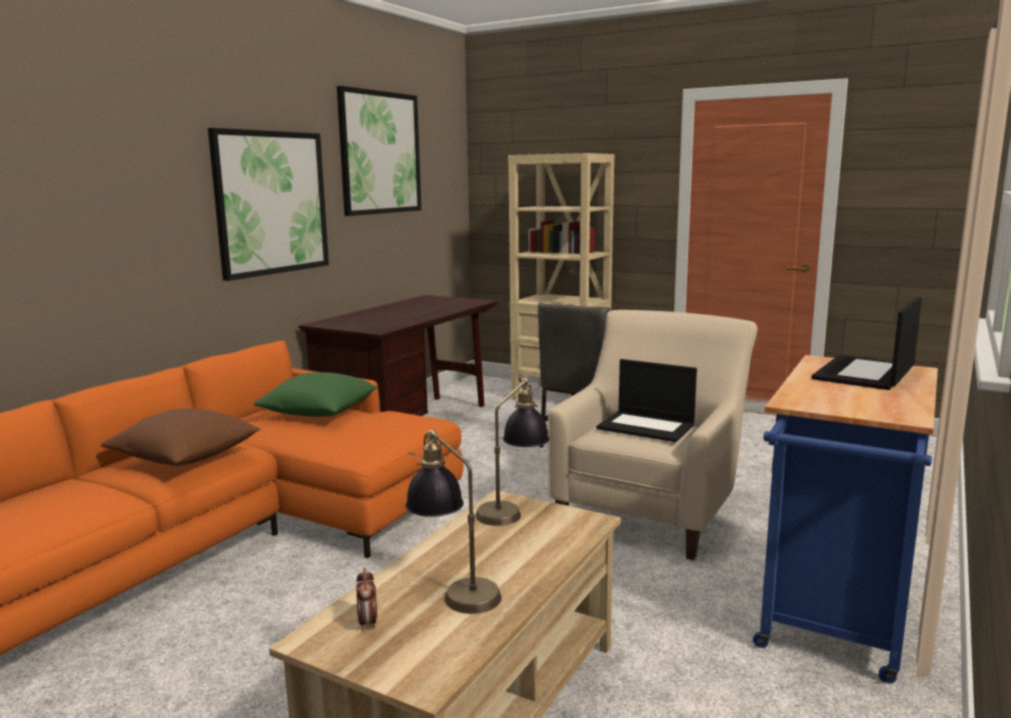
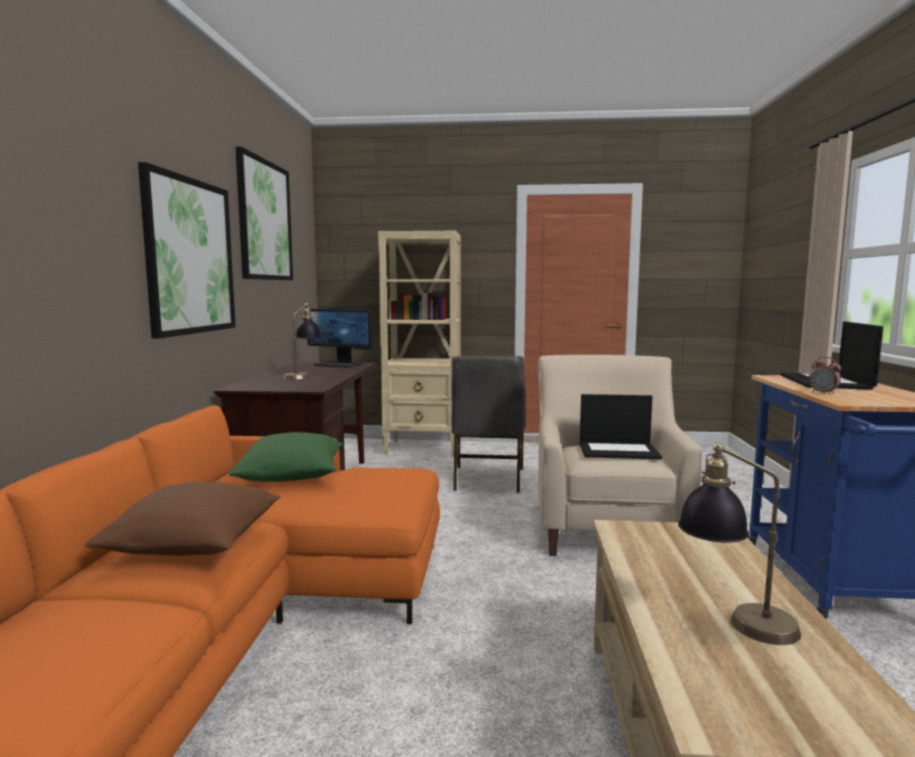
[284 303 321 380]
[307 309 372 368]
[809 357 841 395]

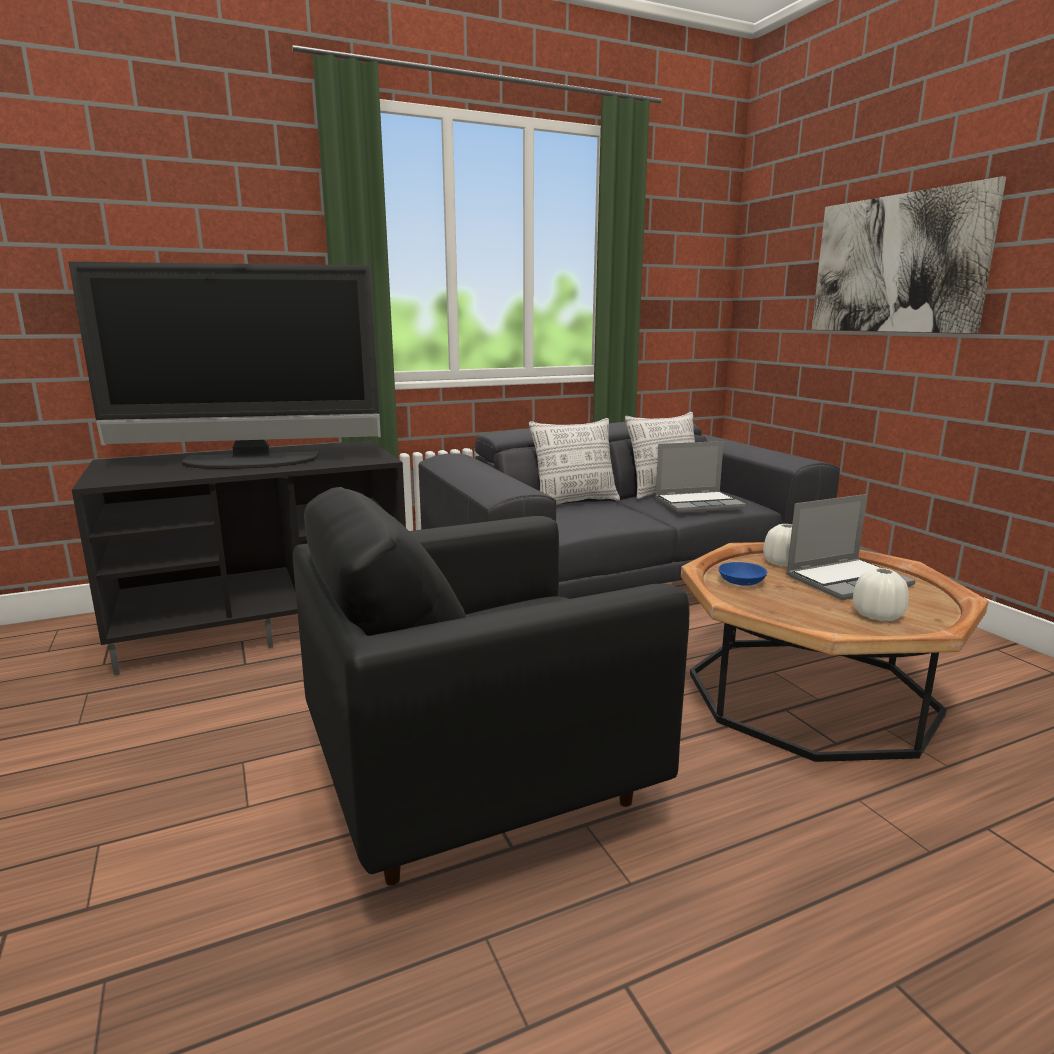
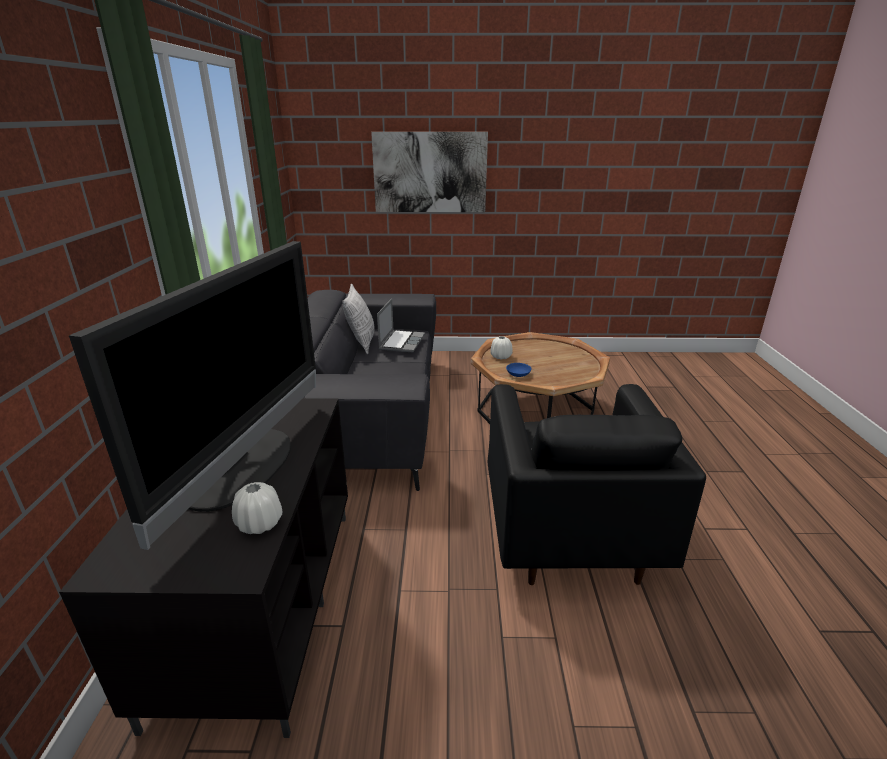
[232 482 282 534]
[529 418 620 505] (first image)
[786 494 916 600] (first image)

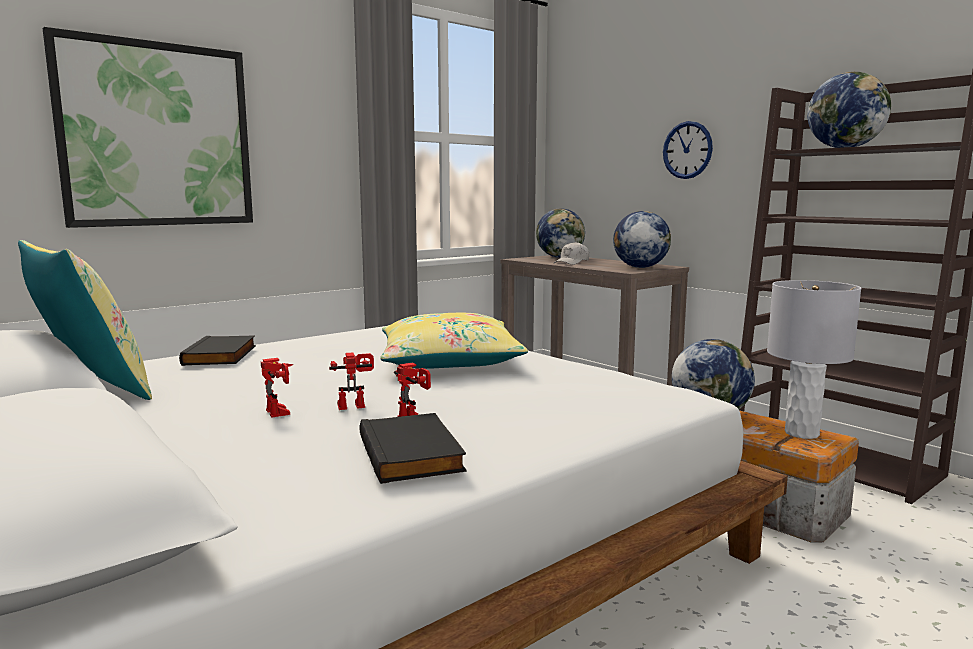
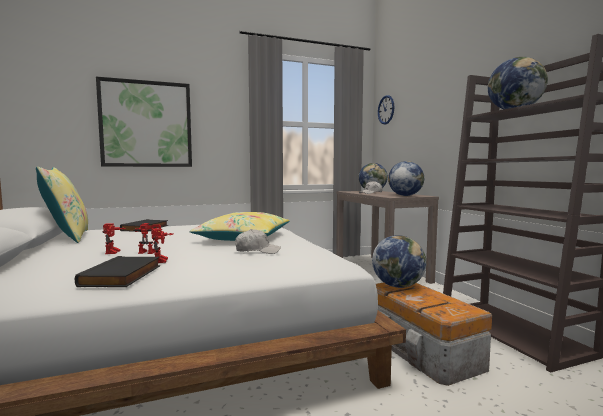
[235 229 281 254]
[378 95 395 124]
[767 280 861 439] (first image)

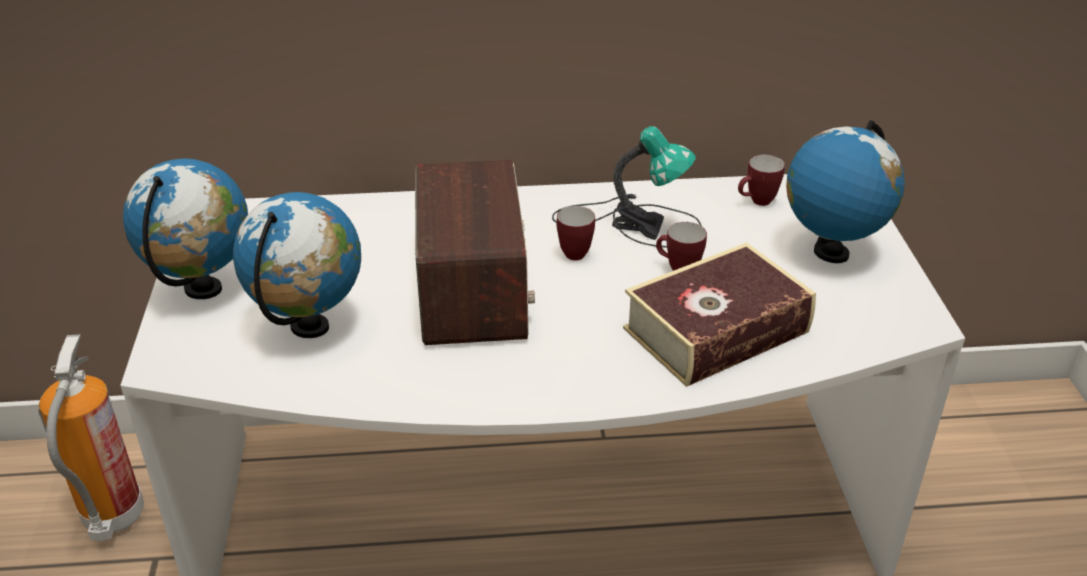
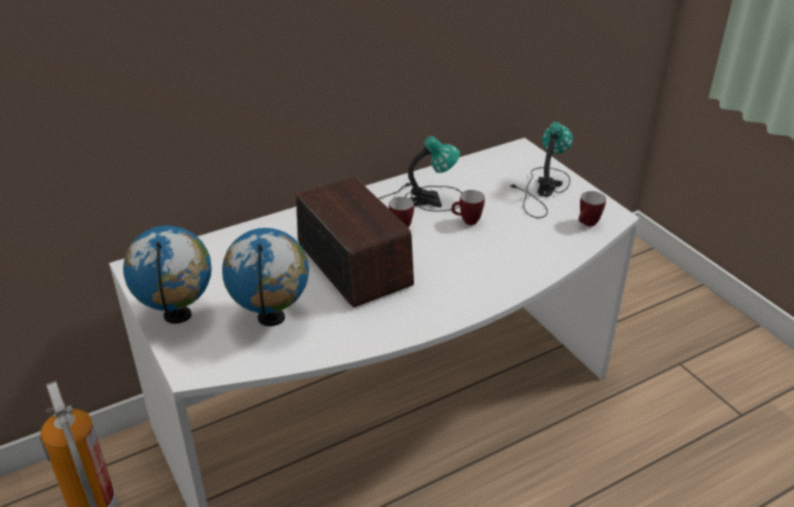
[509 122 573 218]
[579 191 606 226]
[623 242 816 387] (first image)

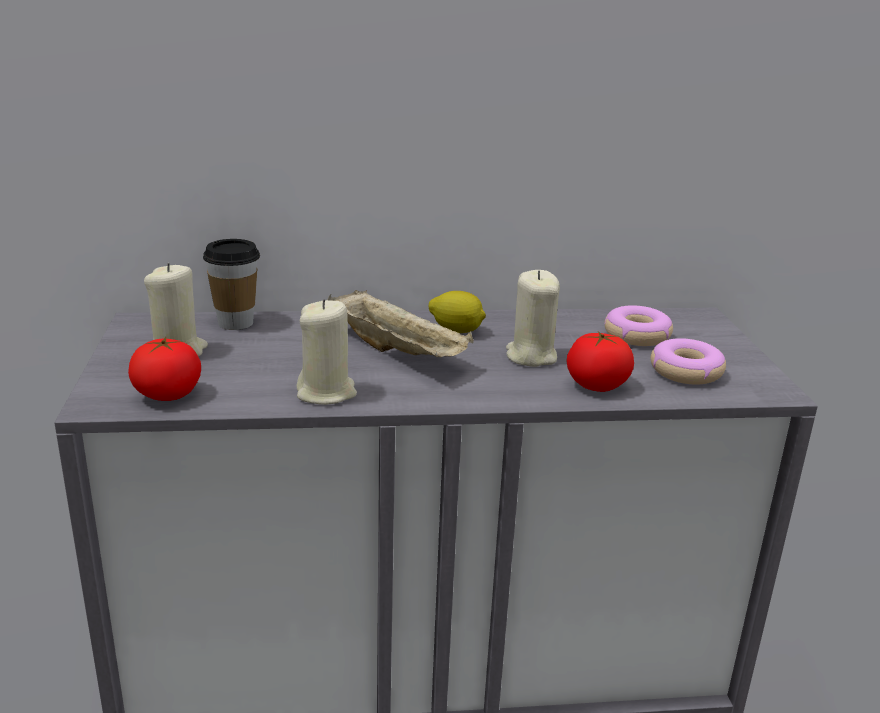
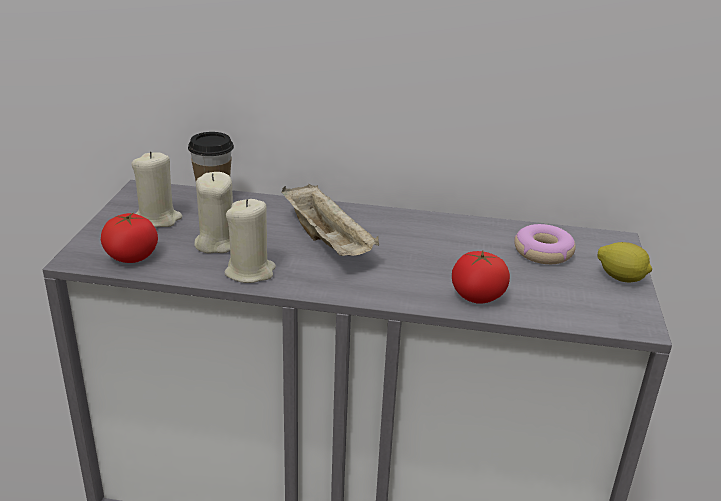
[194 172 233 253]
[598 242 652 282]
[651 338 726 384] (first image)

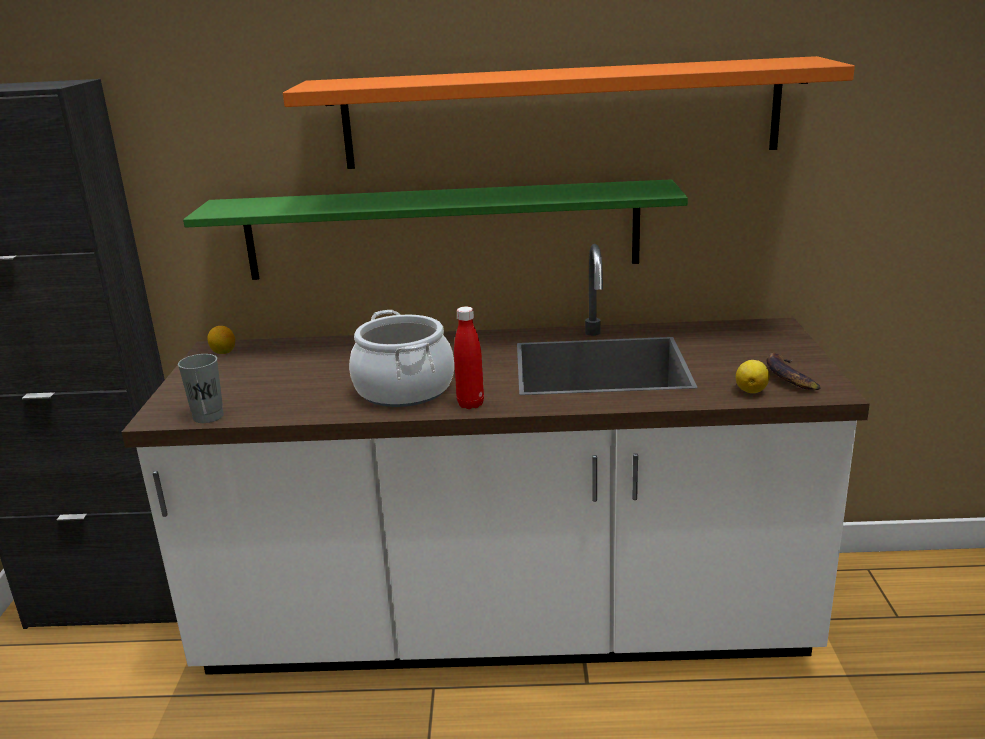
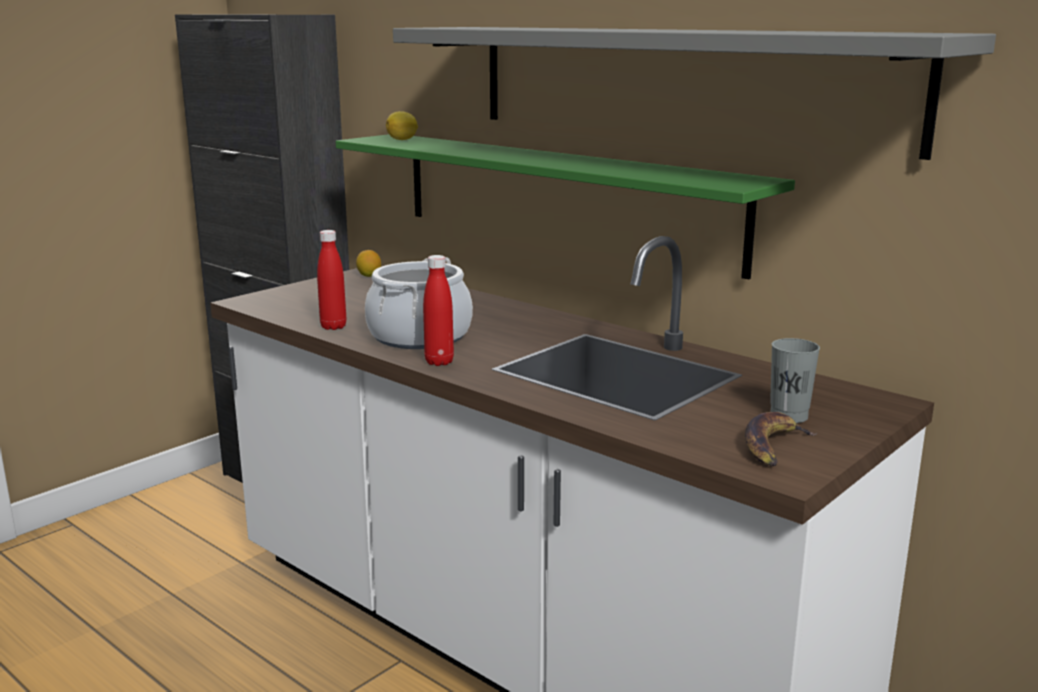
[317 230 346 330]
[386 111 418 140]
[393 27 996 160]
[770 338 820 423]

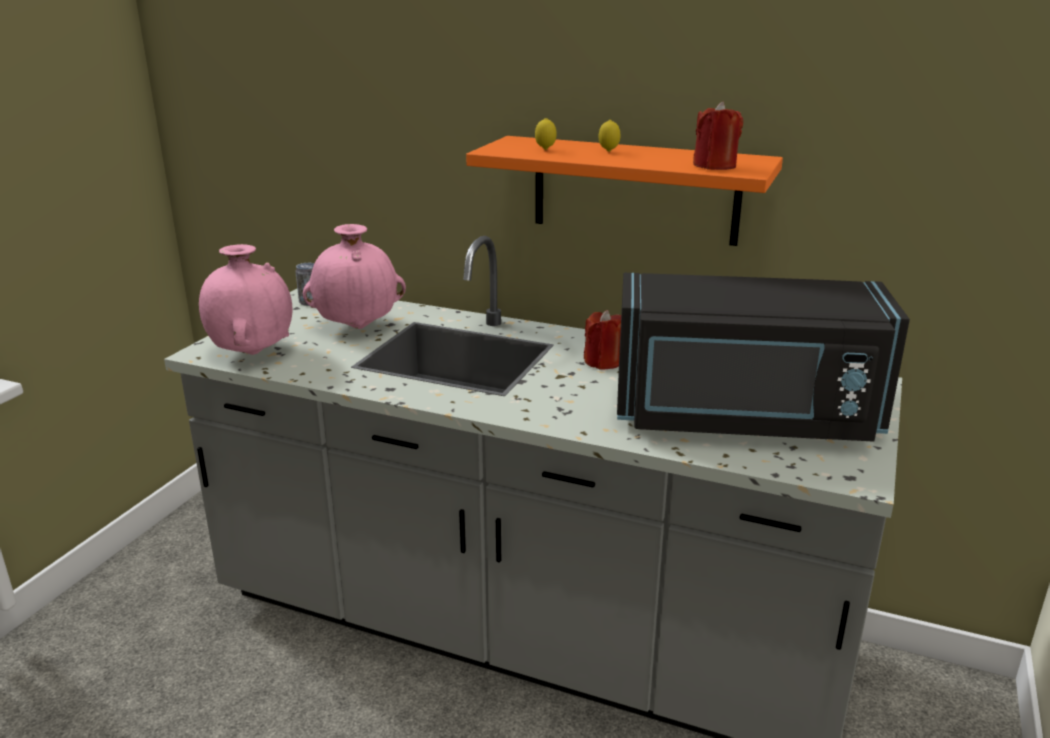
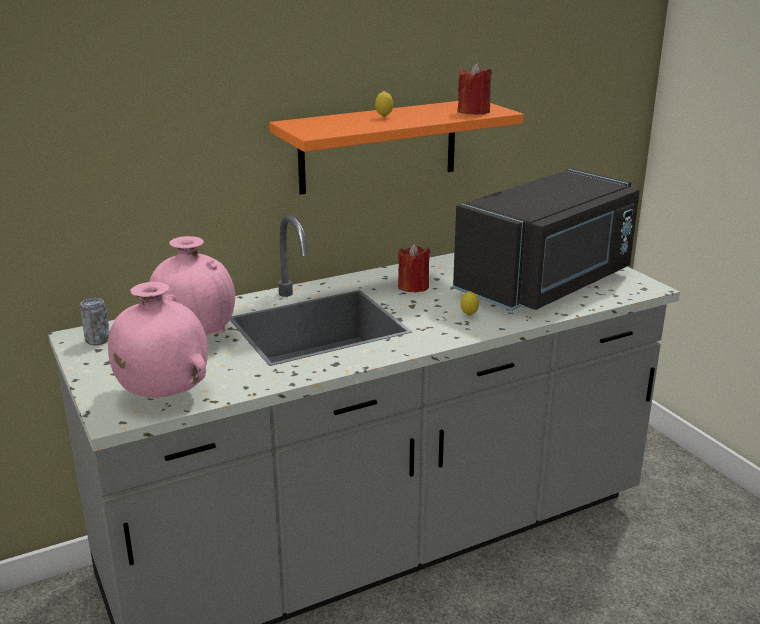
[461 291 479 316]

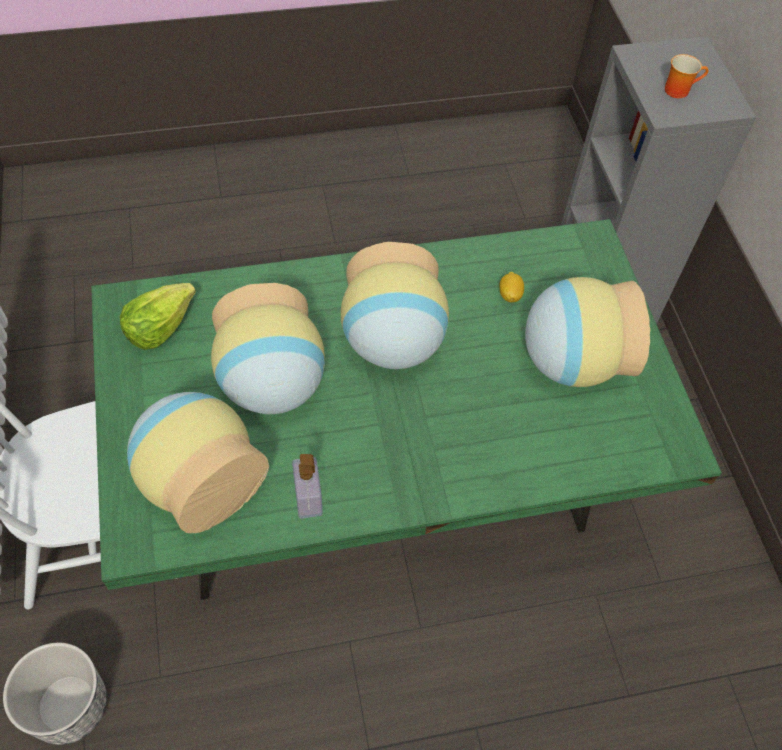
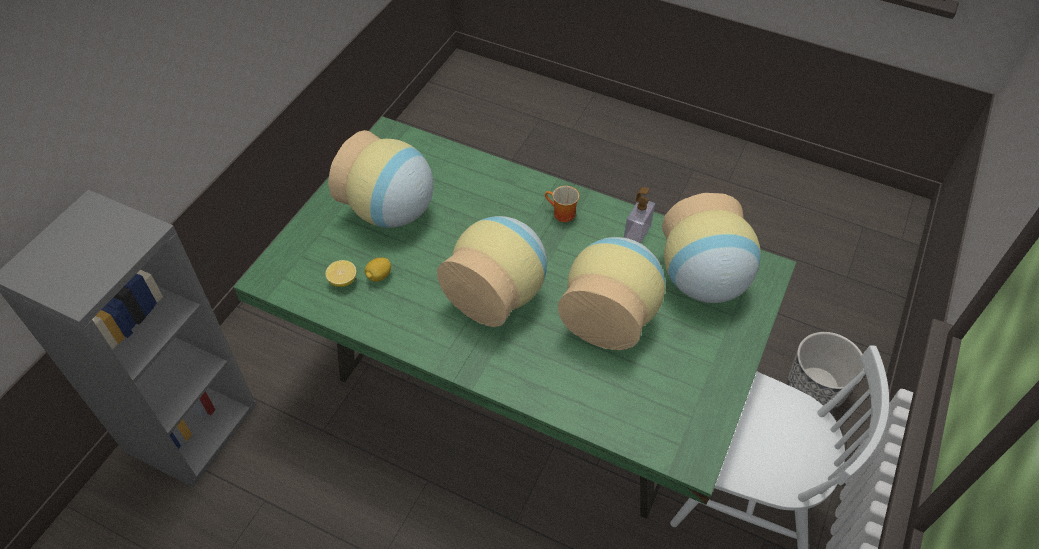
[325 260 357 287]
[545 186 579 222]
[120 283 196 350] (first image)

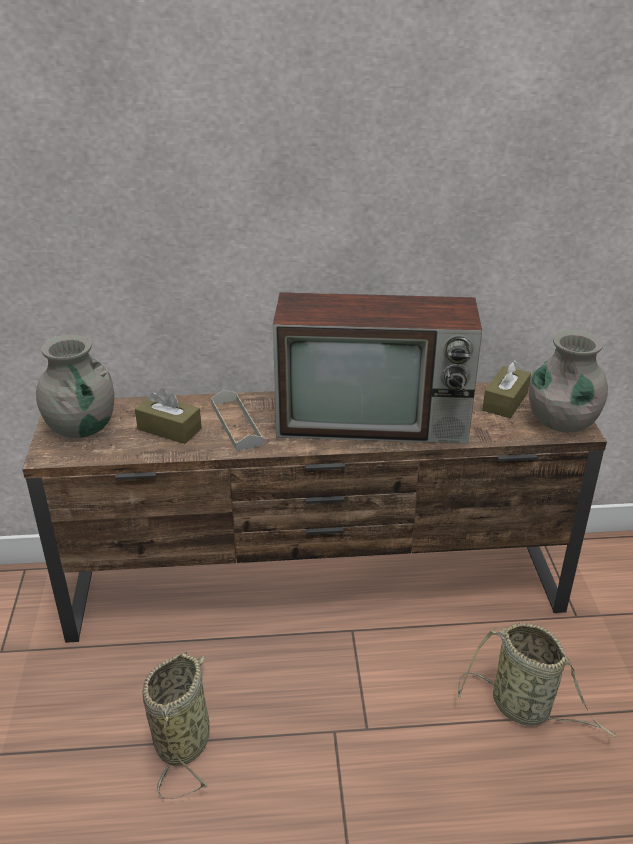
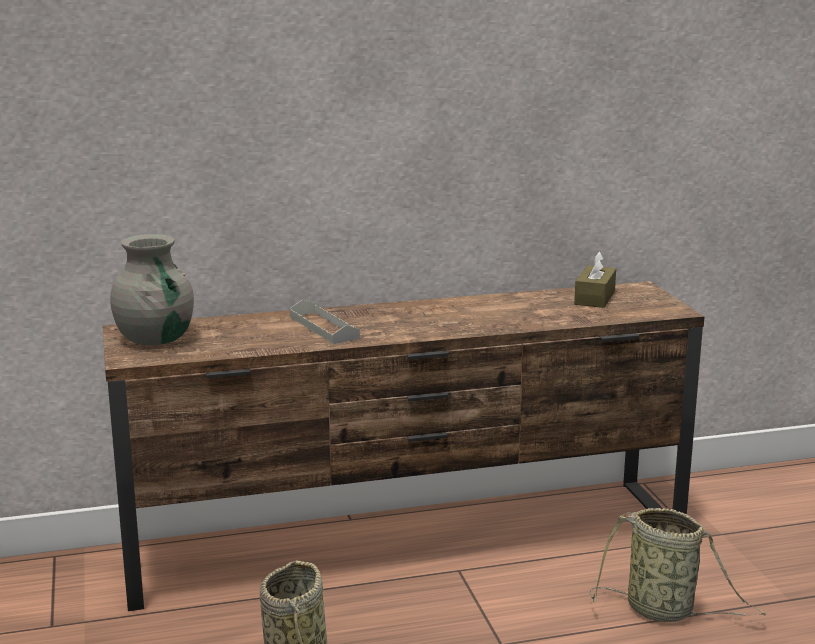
[135 388 202 444] (first image)
[273 292 482 444] (first image)
[529 330 608 432] (first image)

